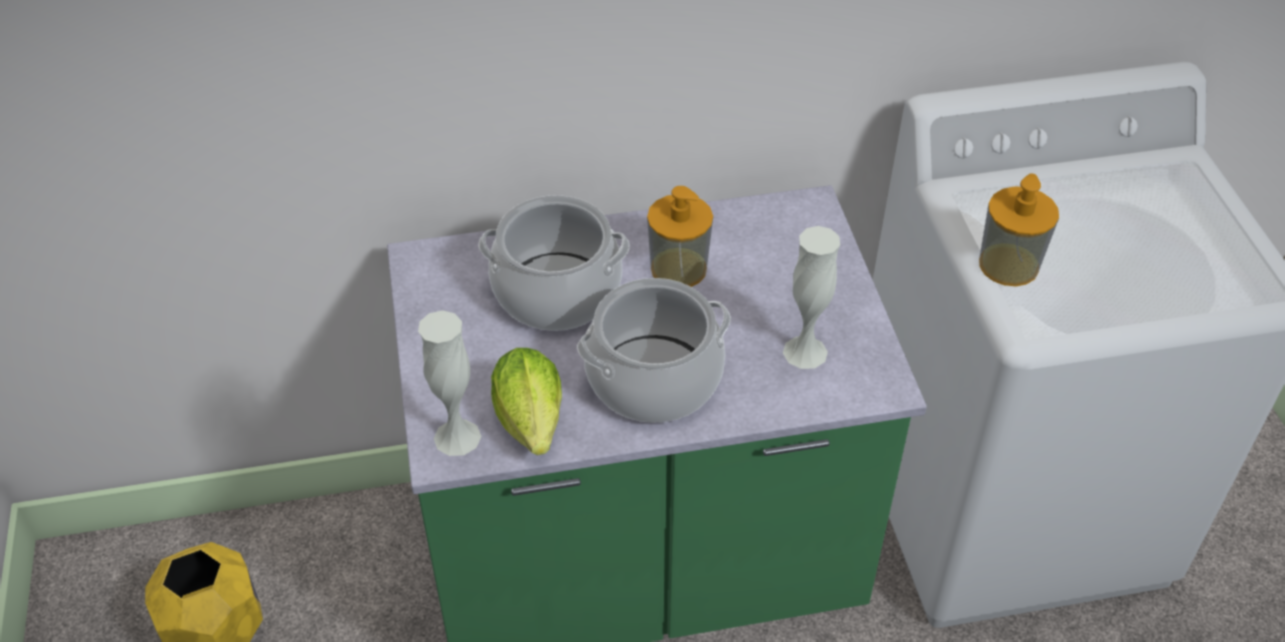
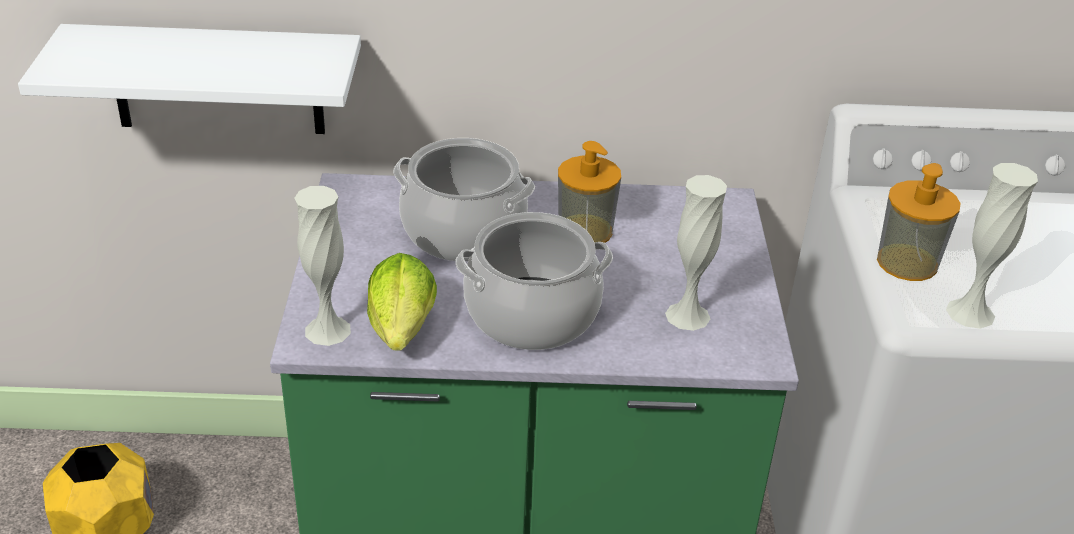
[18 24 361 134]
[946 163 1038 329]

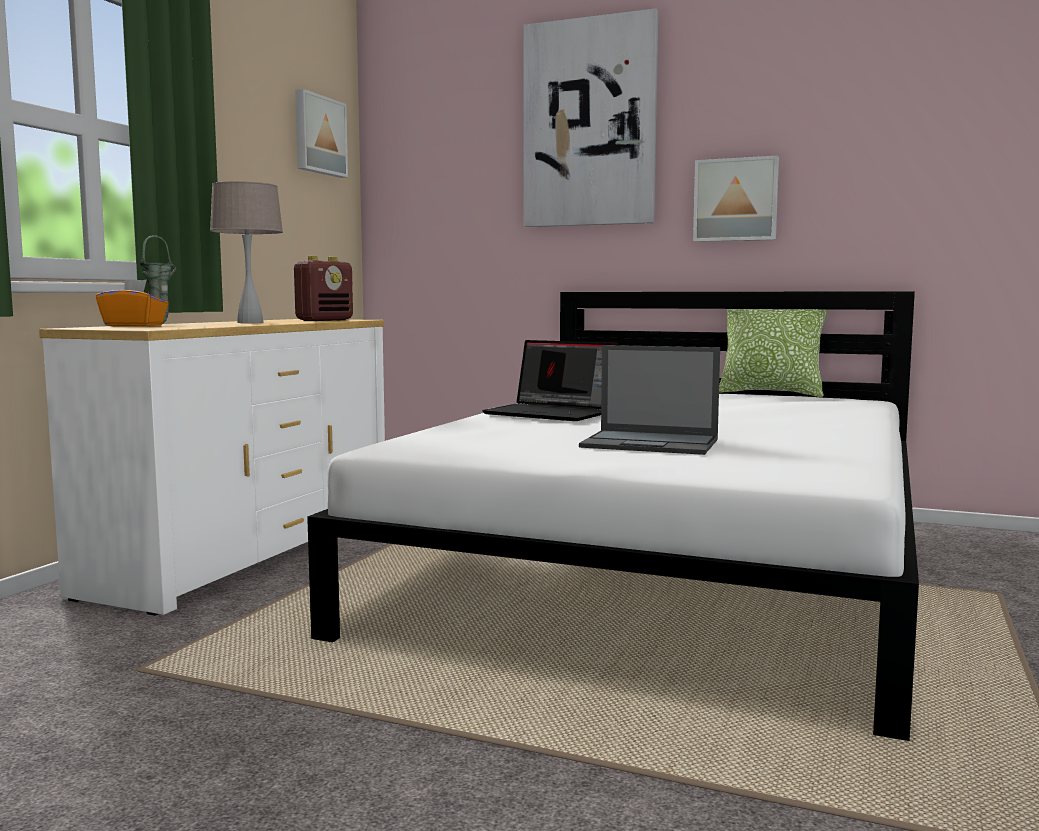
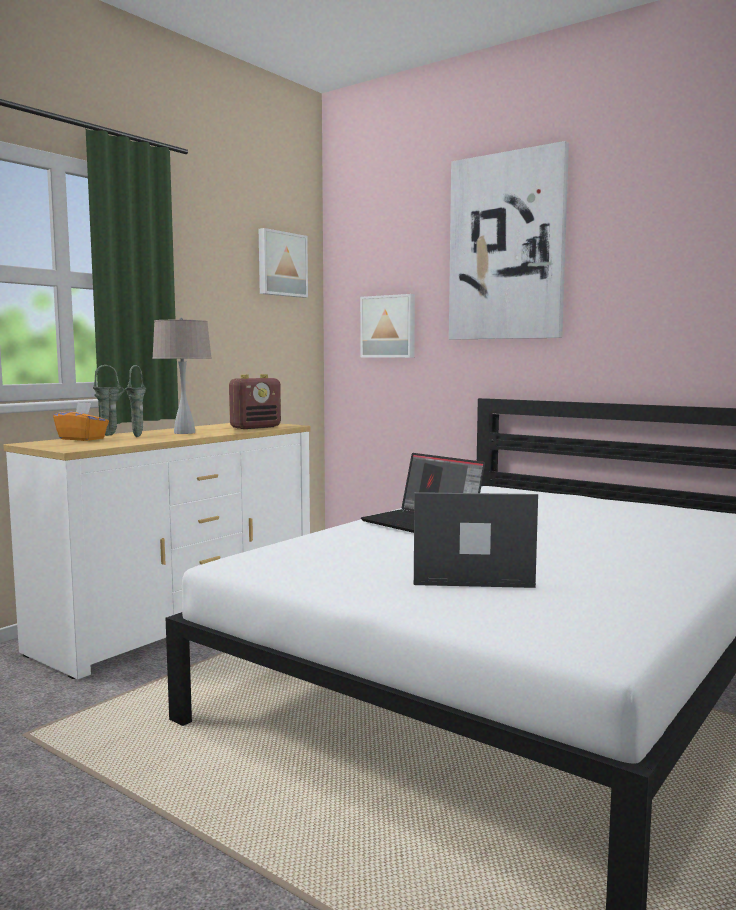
[125 365 146 437]
[360 294 415 358]
[414 492 538 588]
[719 309 828 397] (first image)

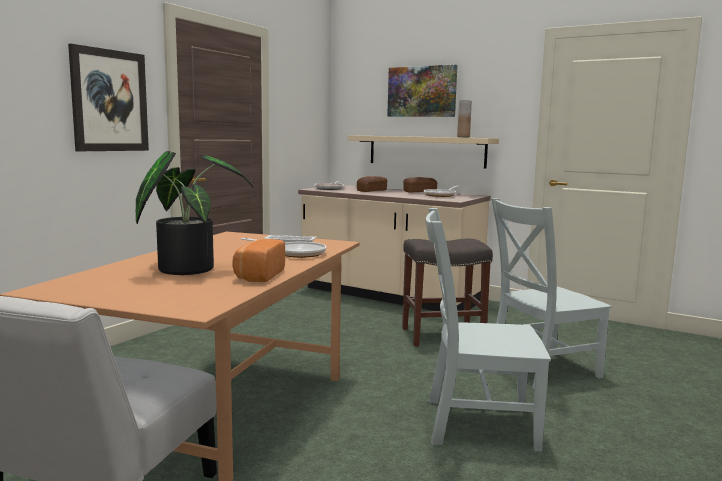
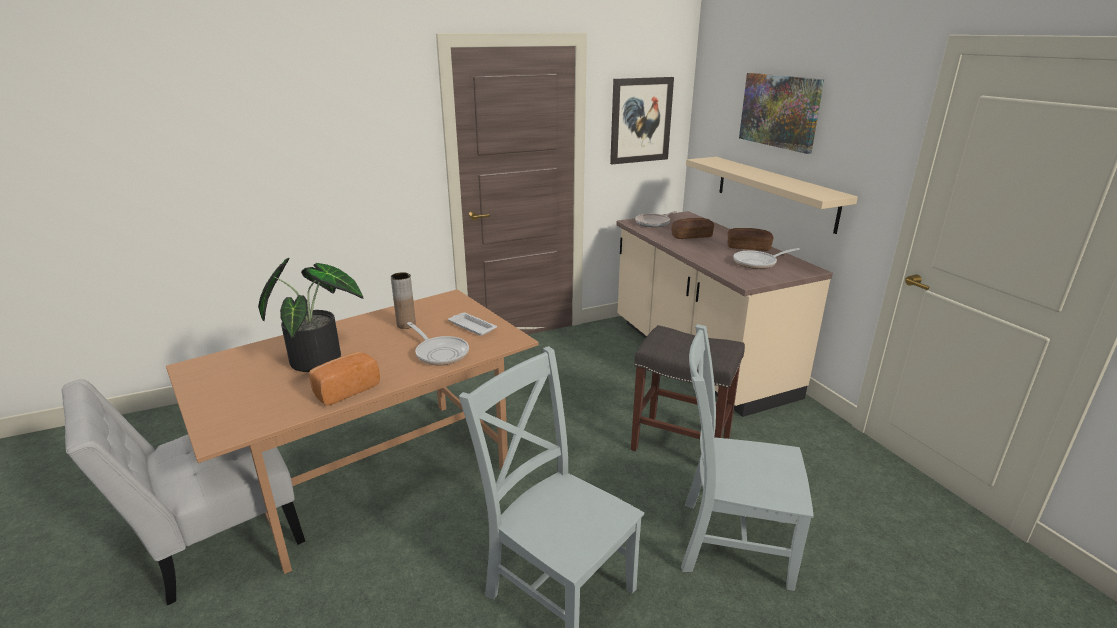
[391 272 416 329]
[610 77 674 164]

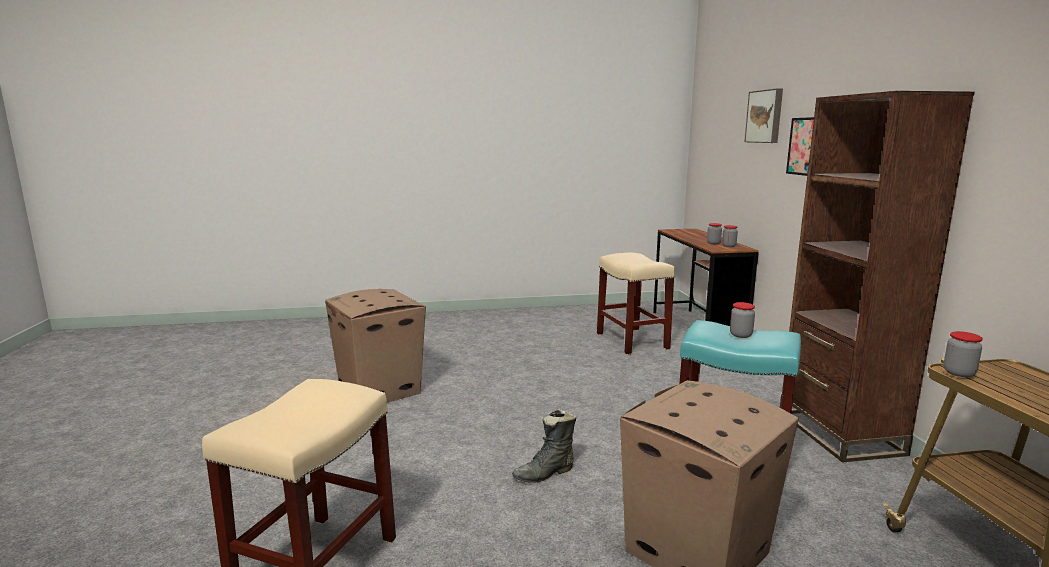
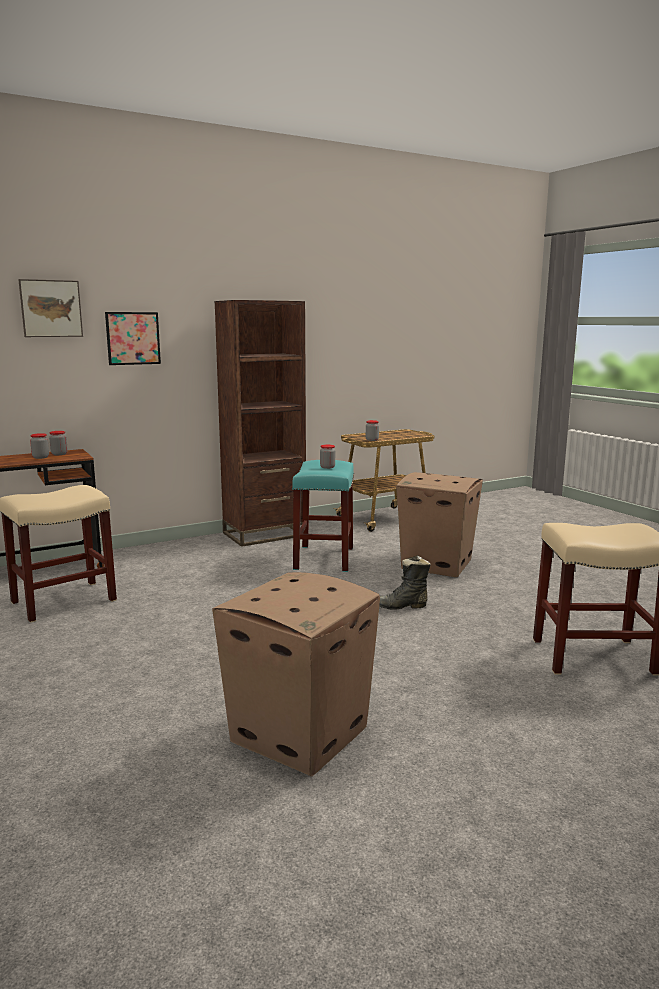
[379 555 431 609]

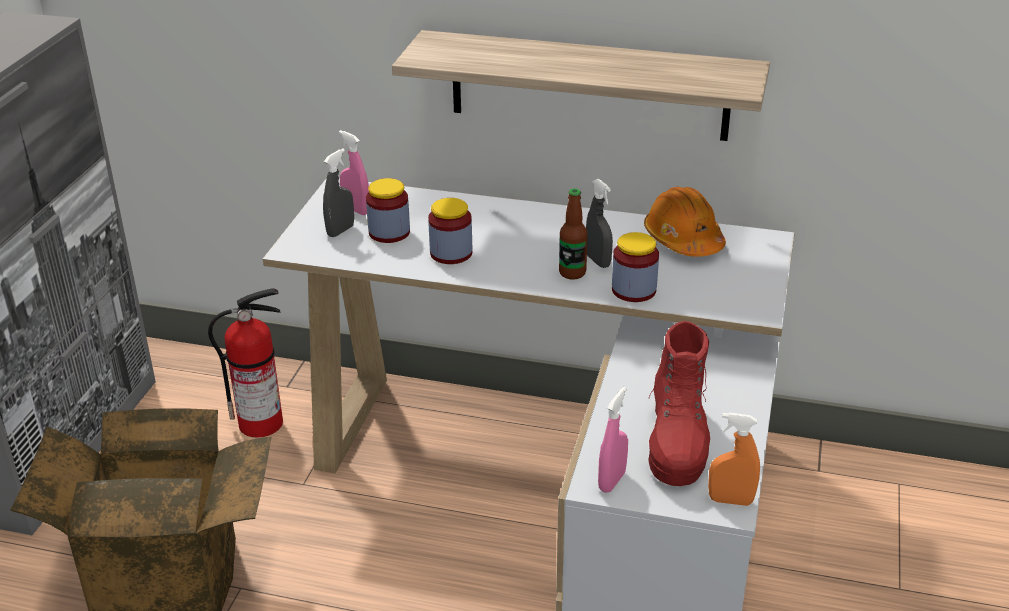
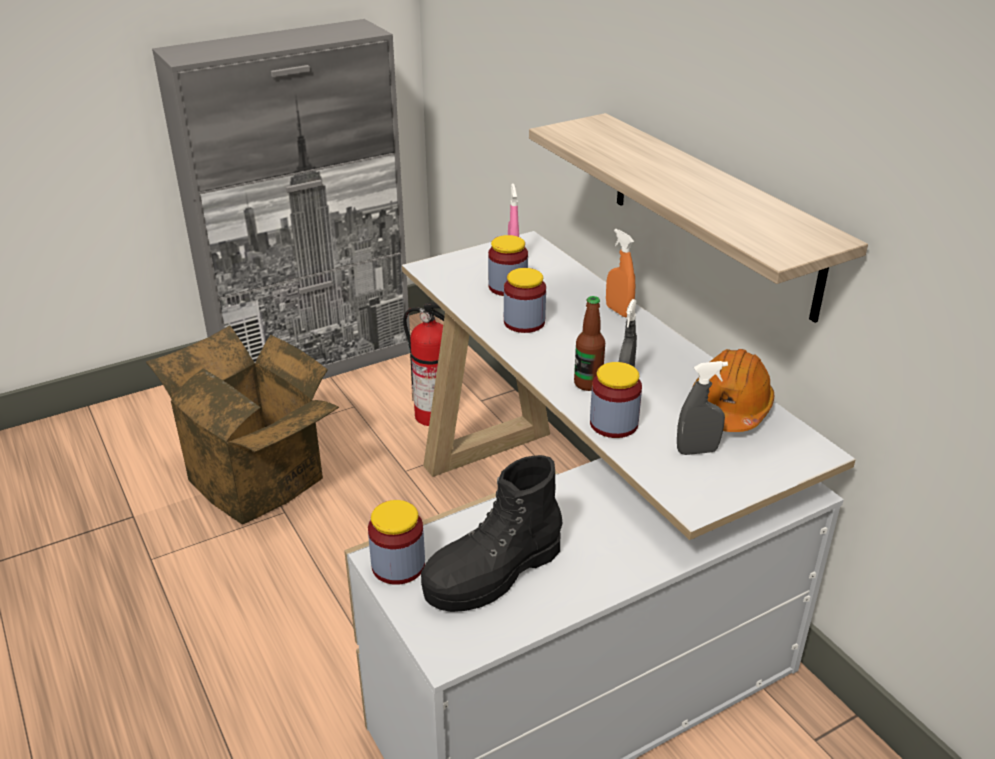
[368 500 425 585]
[421 455 563 612]
[606 229 635 317]
[677 361 728 455]

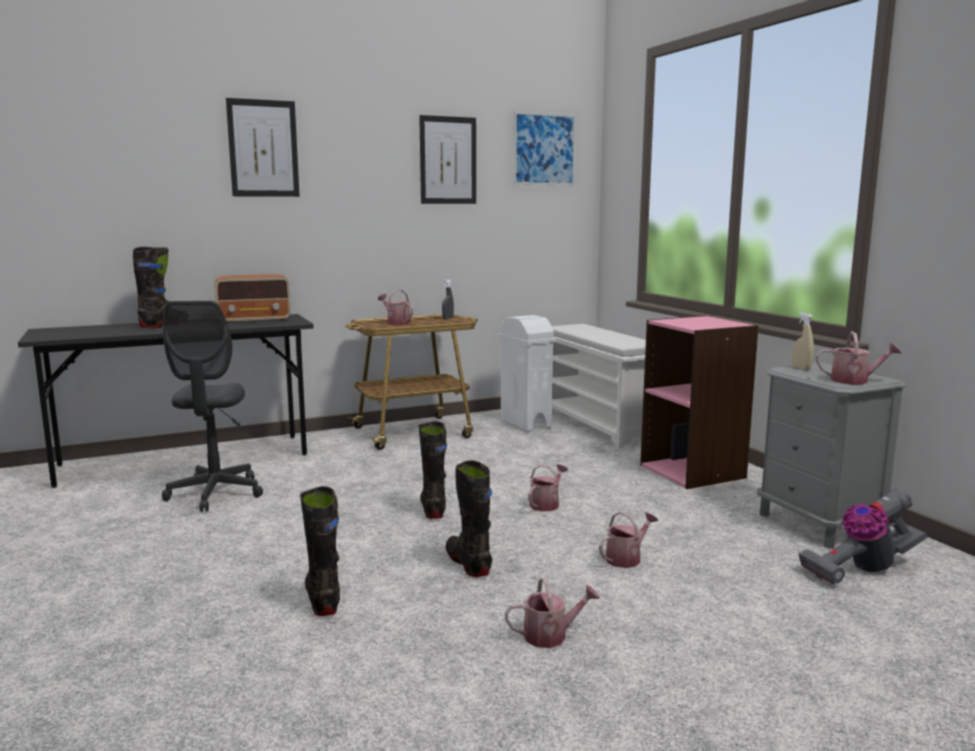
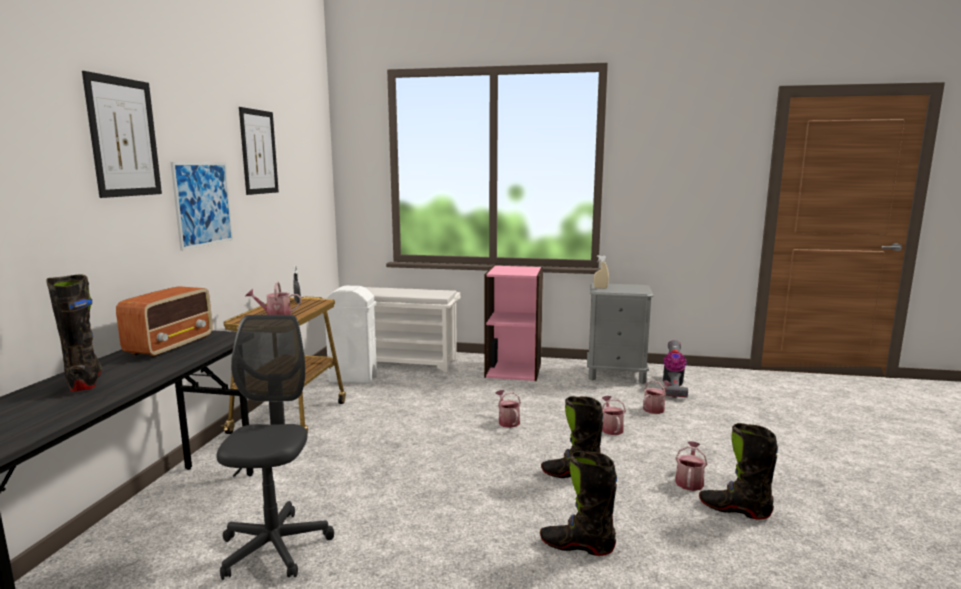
[171 162 233 250]
[216 315 334 580]
[643 380 672 414]
[699 423 778 519]

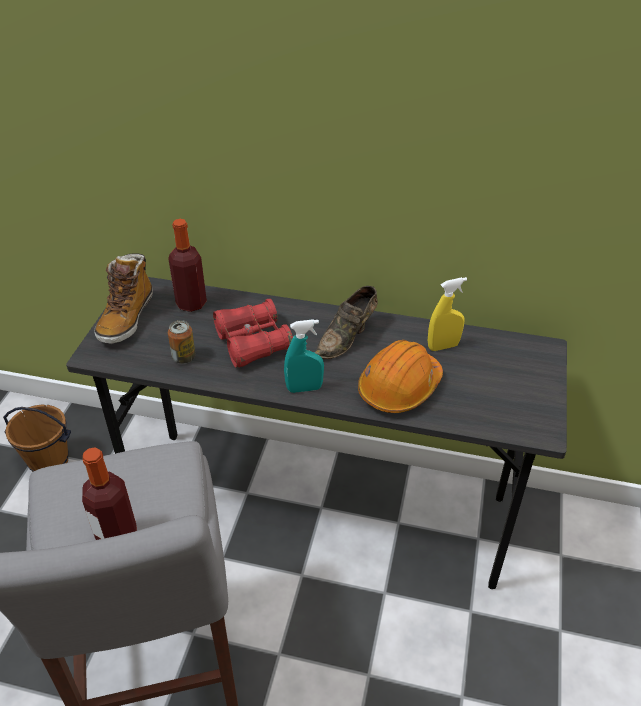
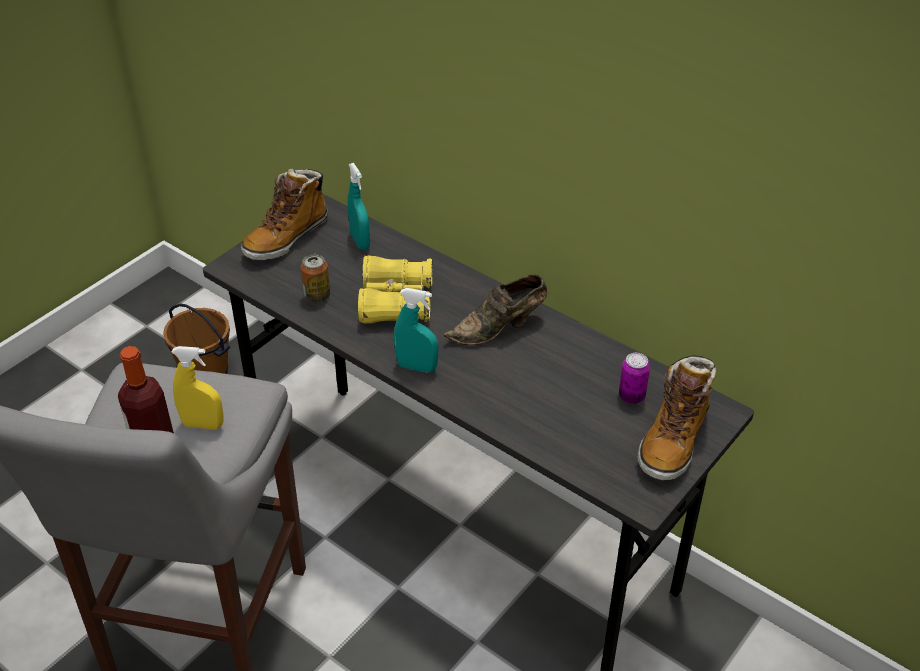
[171 346 224 429]
[348 163 370 249]
[358 255 433 324]
[619 353 650 404]
[638 355 716 481]
[358 340 443 413] (first image)

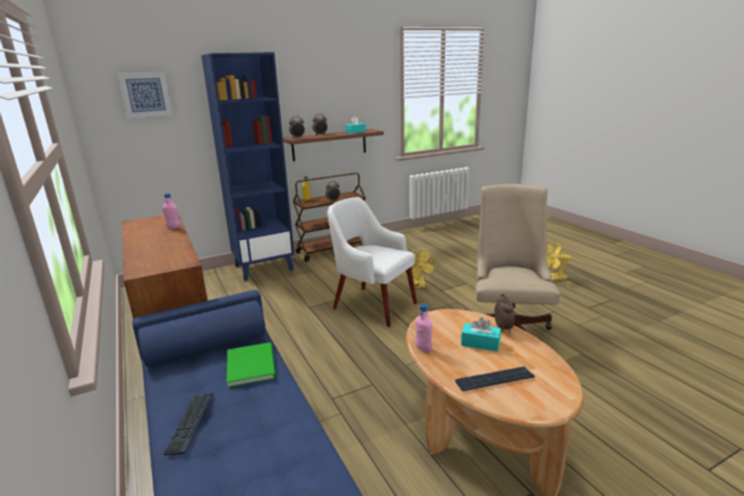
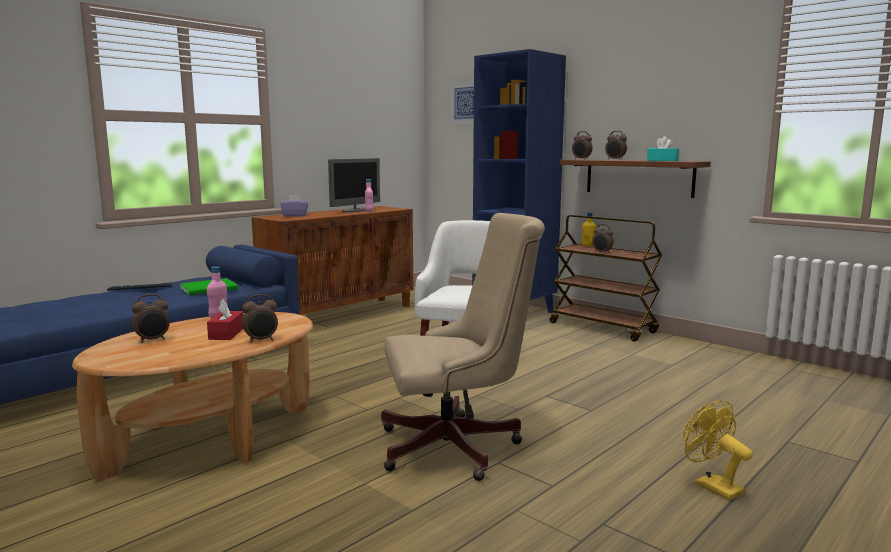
[132 294 170 343]
[207 299 243 340]
[280 195 308 217]
[328 158 380 212]
[406 249 436 288] (first image)

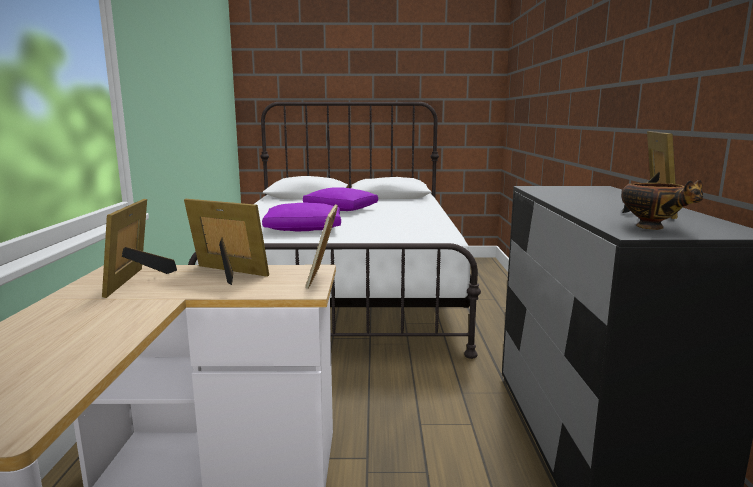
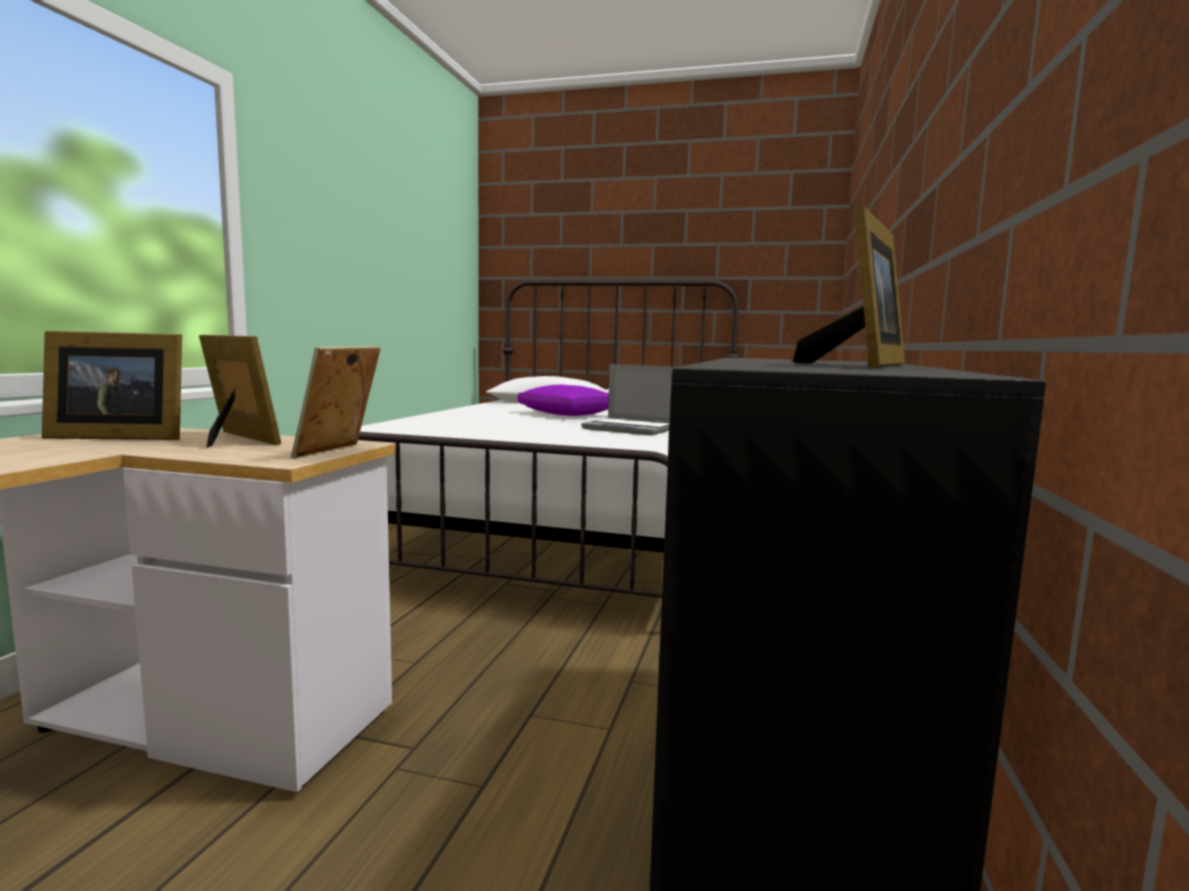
[42 331 182 440]
[581 364 676 435]
[262 203 341 231] (first image)
[621 180 703 230] (first image)

